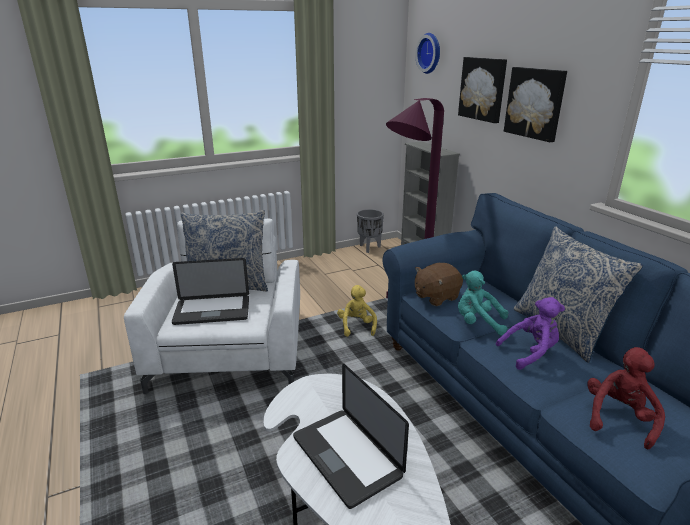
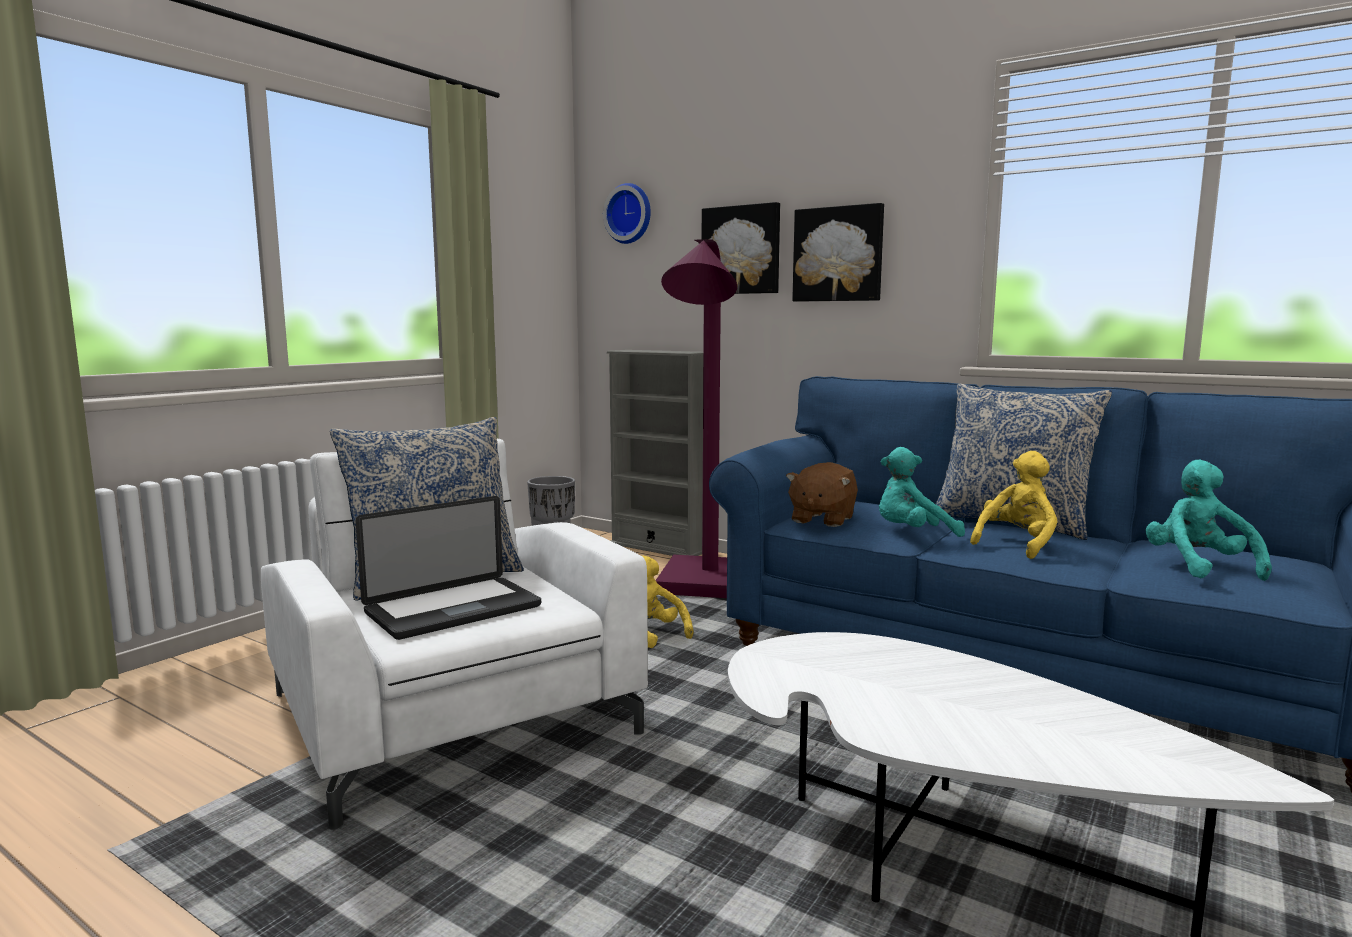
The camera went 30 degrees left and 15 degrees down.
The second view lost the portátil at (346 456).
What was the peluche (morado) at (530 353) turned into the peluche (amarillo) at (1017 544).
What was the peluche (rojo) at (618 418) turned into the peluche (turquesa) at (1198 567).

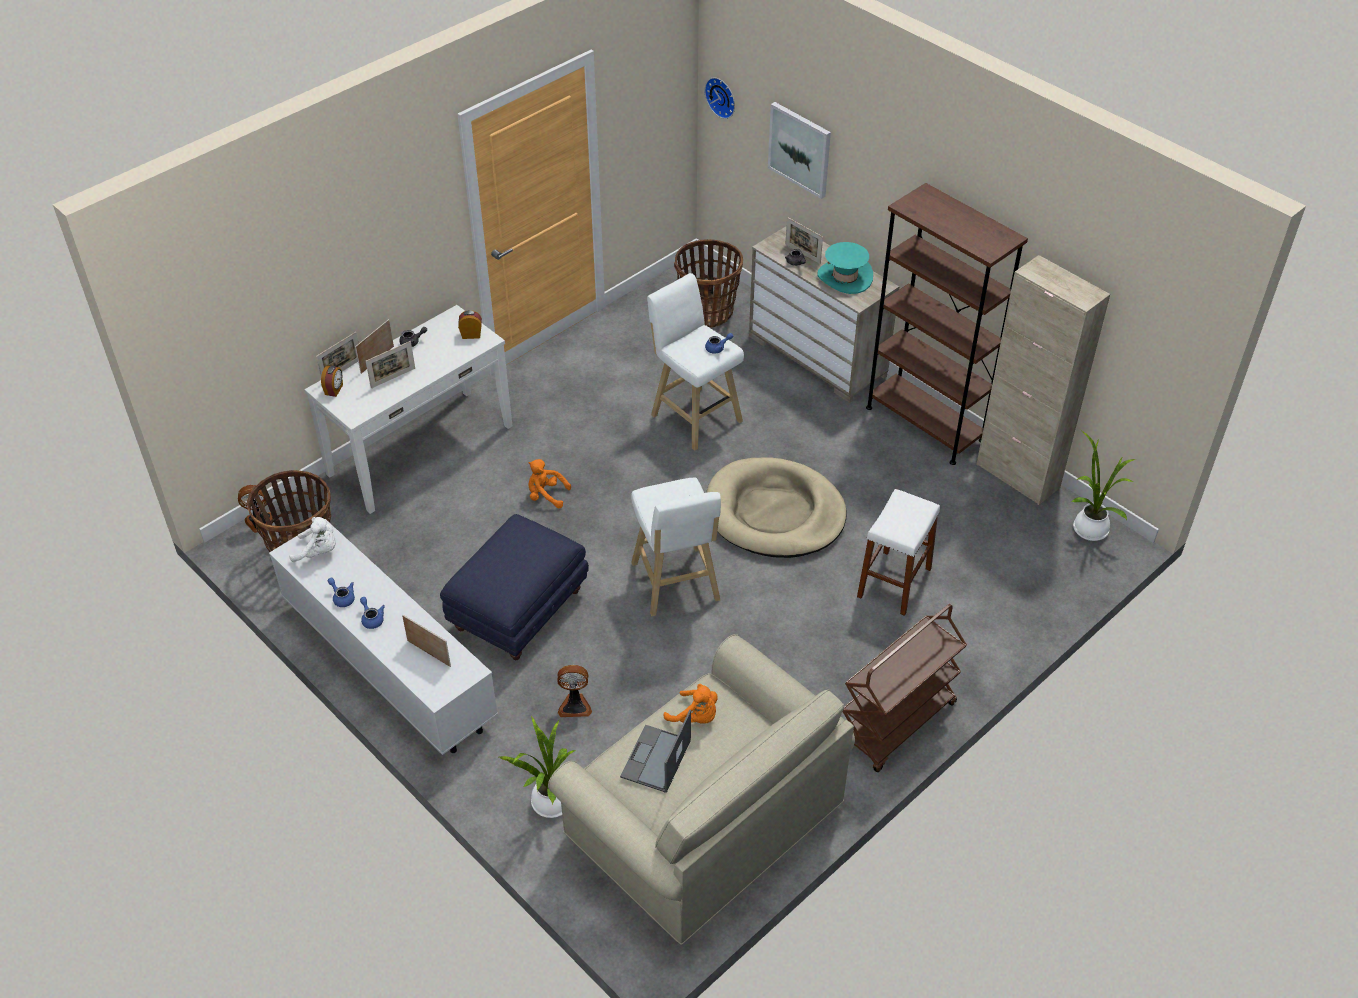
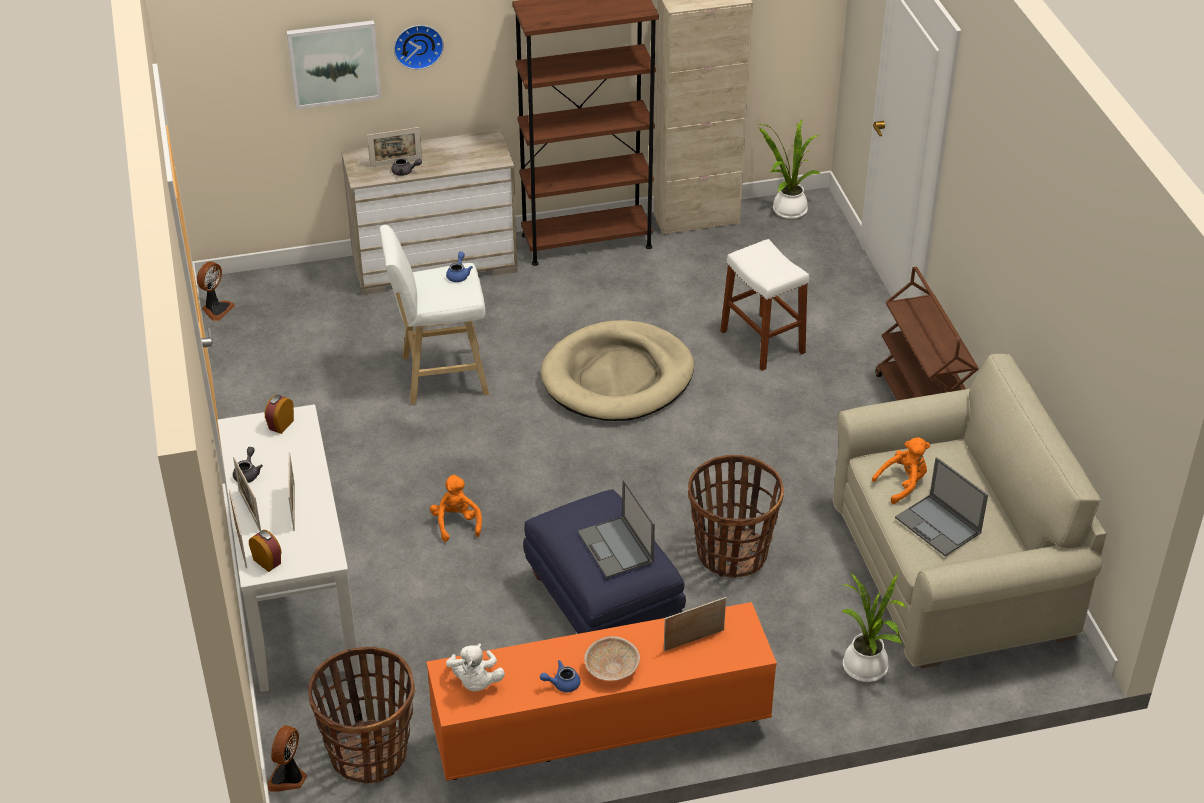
The camera went 60 degrees left and 5 degrees down.
What was the mueble de televisión (blanco) at (389 664) turned into the mueble de televisión (naranja) at (599 731).
The peluche (blanco) at (318 552) ended up facing another way, 135 degrees clockwise from before.
Where the tetera (azul) stood at (372 618), the cuenco (beis) came to stand at (611 669).
The peluche (naranja) at (546 495) ended up facing another way, 120 degrees clockwise from before.
The ventilador ended up elsewhere, having gone from (575 705) to (216 309).
The second view lost the taburete (blanco) at (676 585).
The cesta ended up elsewhere, having gone from (707 312) to (731 553).
The reloj de pared ended up elsewhere, having gone from (722 96) to (418 45).
The second view lost the sombrero (turquesa) at (845 277).
The second view gained the portátil at (616 548).

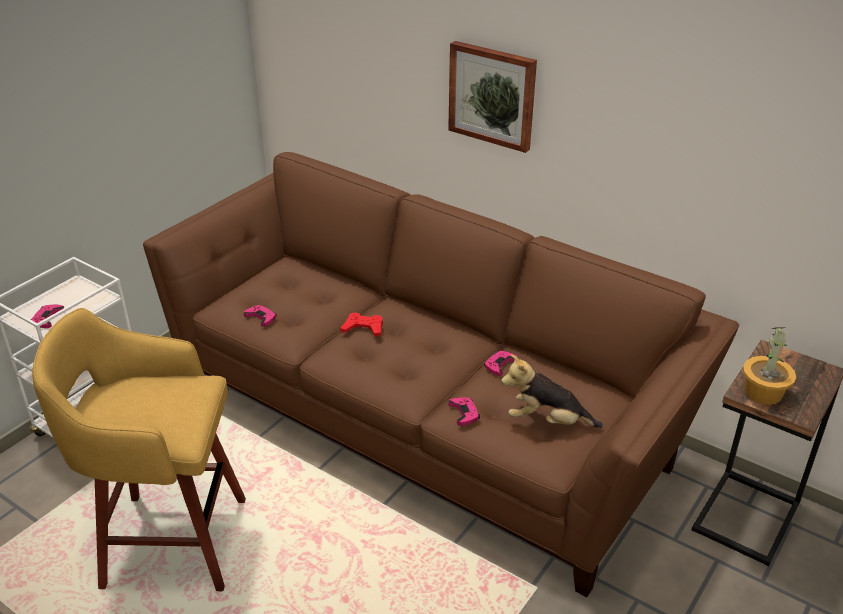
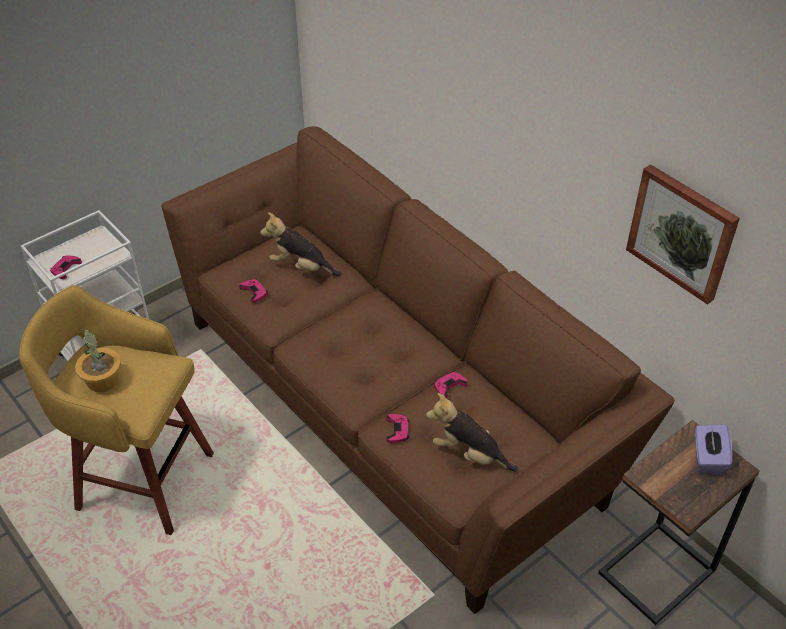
The camera went 15 degrees right and 10 degrees up.
The second view lost the mando de consola (rojo) at (363 328).
The cuadro ended up elsewhere, having gone from (492 95) to (682 232).
The planta en maceta ended up elsewhere, having gone from (763 393) to (102 380).
The second view gained the peluche at (301 267).
The second view gained the caja de pañuelos (morado) at (708 458).

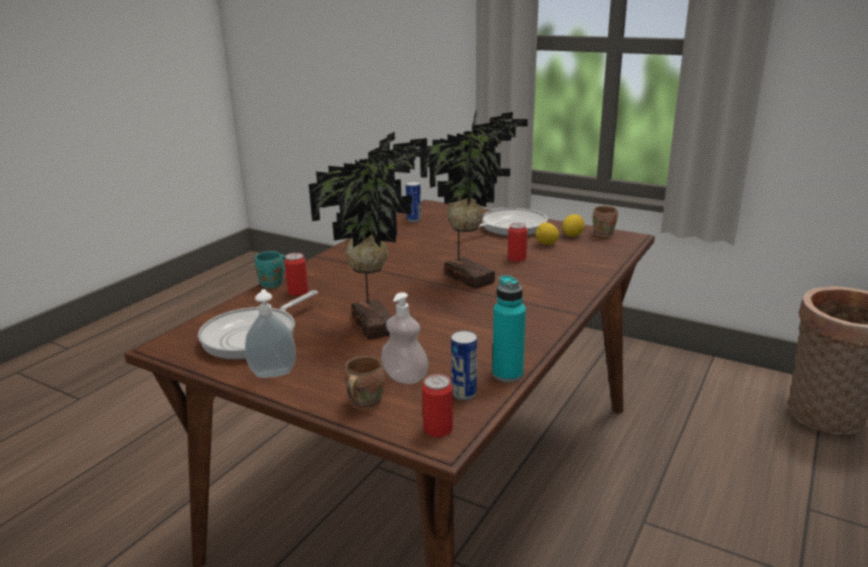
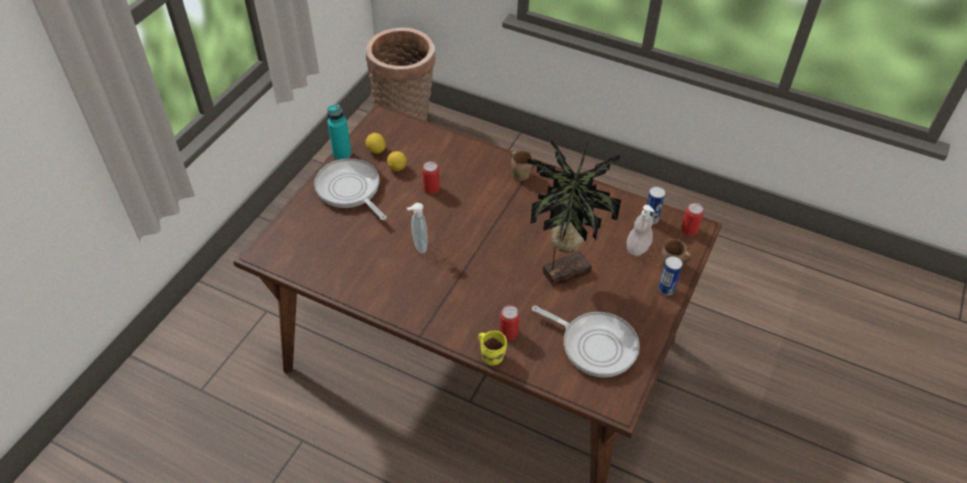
The camera went 95 degrees left and 25 degrees up.
The dispensador de jabón ended up elsewhere, having gone from (273 373) to (418 246).
What was the taza grande (turquesa) at (273 284) turned into the taza grande (amarillo) at (492 355).
The lata ended up elsewhere, having gone from (414 220) to (666 289).
The second view lost the planta en maceta at (471 277).
The botella (turquesa) ended up elsewhere, having gone from (507 374) to (342 154).
The taza grande (marrón) ended up elsewhere, having gone from (605 234) to (520 174).

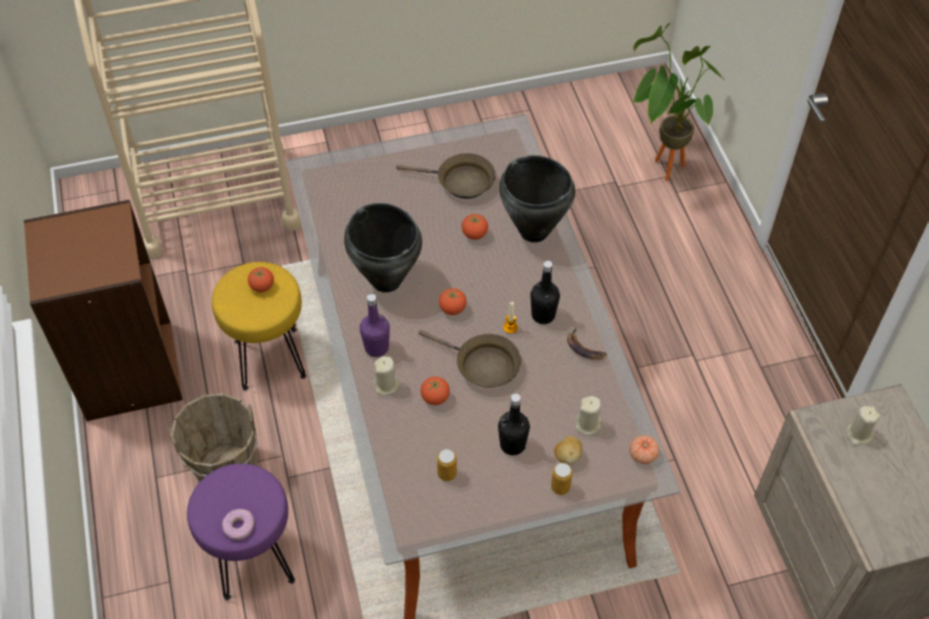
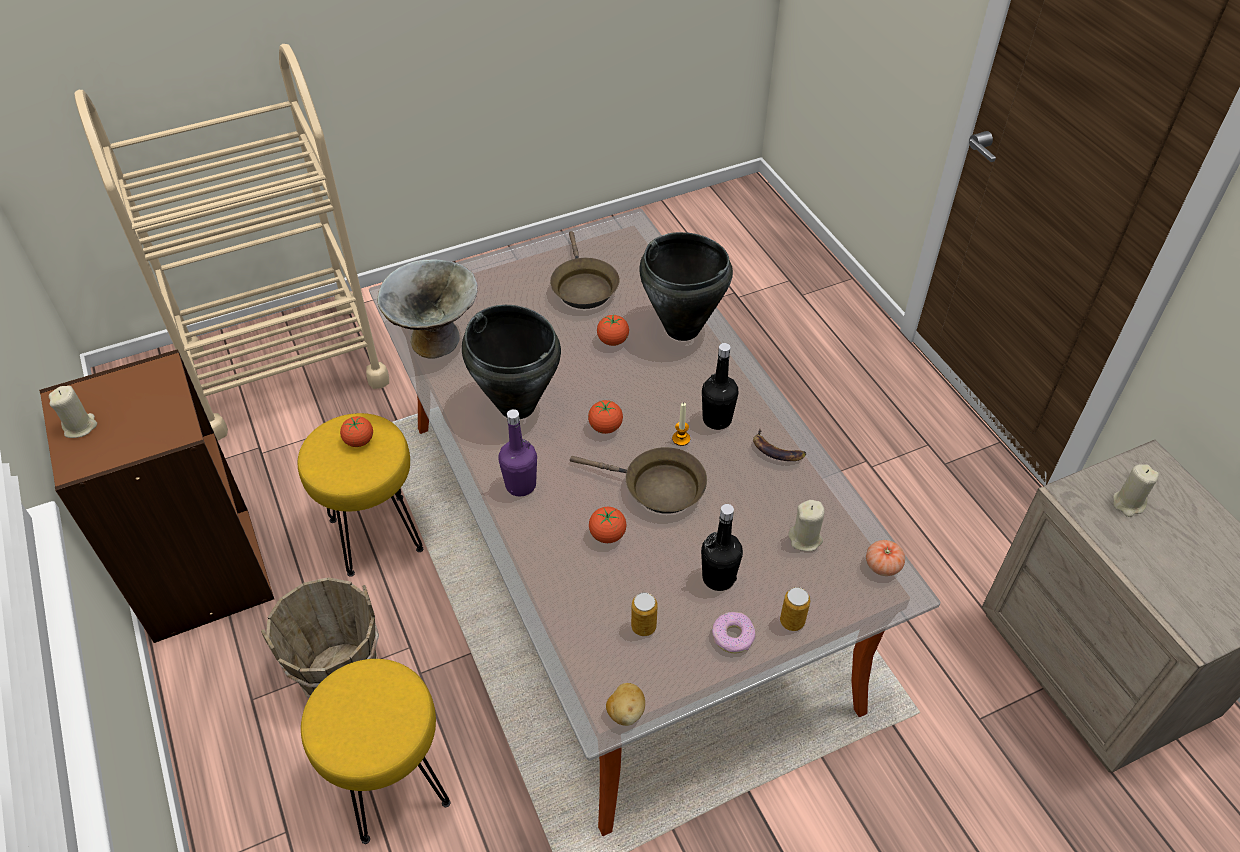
The camera went 10 degrees left and 5 degrees down.
What was the taburete (morado) at (252 559) turned into the taburete (amarillo) at (391 784).
The rosquilla ended up elsewhere, having gone from (238 526) to (732 636).
The vela (beis) ended up elsewhere, having gone from (386 385) to (80 426).
The sartén (marrón) at (460 182) ended up facing another way, 75 degrees clockwise from before.
The patata ended up elsewhere, having gone from (567 456) to (625 712).
The second view lost the planta en maceta at (660 169).
The second view gained the cuenco (gris) at (436 340).

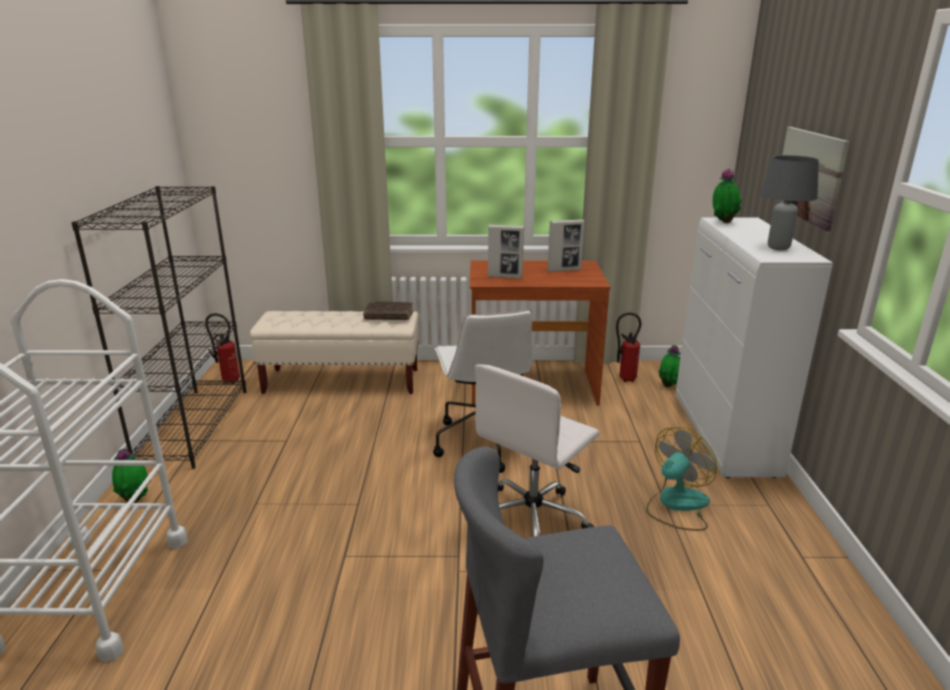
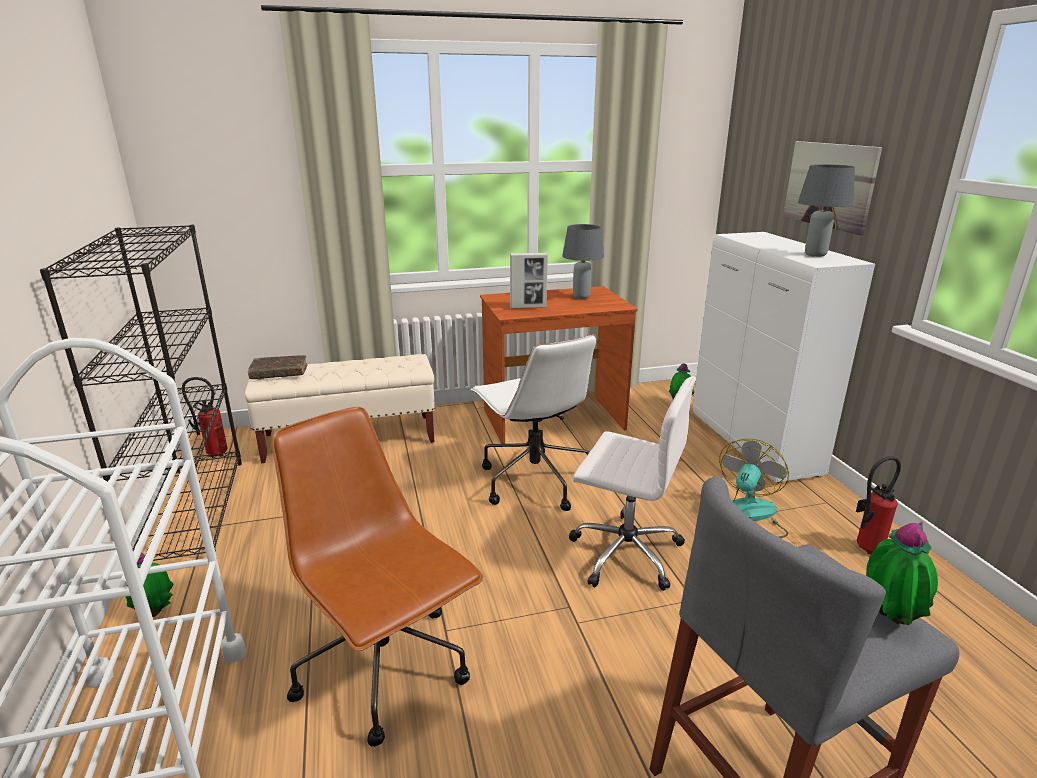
The camera went 15 degrees left and 0 degrees up.
The libro (marrón) ended up elsewhere, having gone from (389 316) to (279 373).
The silla de oficina (blanco) at (533 518) ended up facing another way, 90 degrees counterclockwise from before.
Where the portarretratos stood at (564 270), the lámpara de mesa (gris) came to stand at (581 297).
The extintor ended up elsewhere, having gone from (624 379) to (864 548).
The planta en maceta ended up elsewhere, having gone from (722 222) to (887 620).
The second view gained the silla de oficina (marrón) at (385 669).

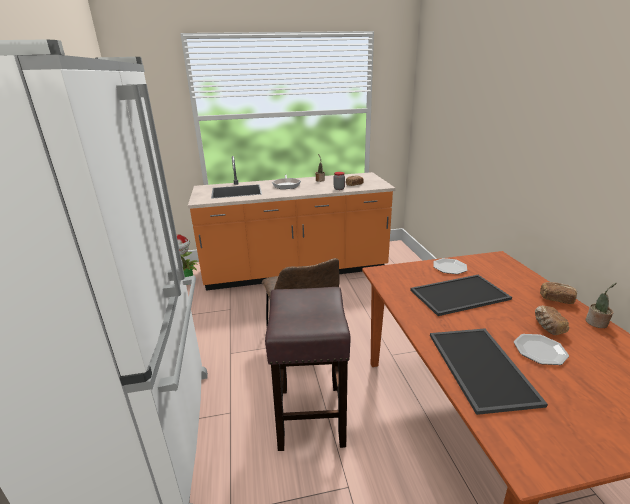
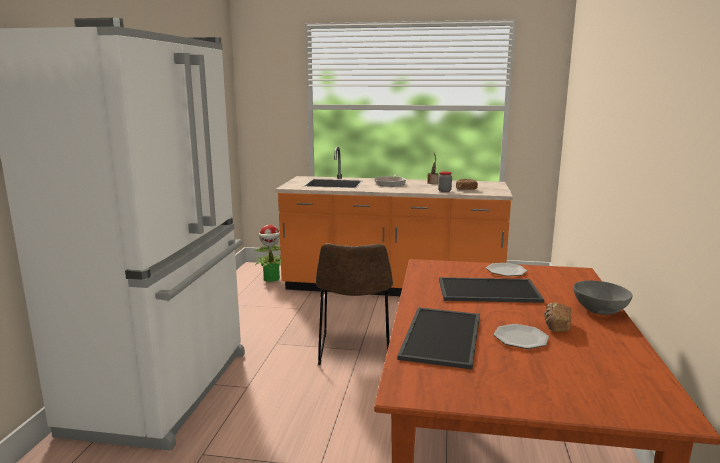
The camera went 20 degrees right and 10 degrees down.
The second view lost the taburete (marrón) at (310 414).
Where the pan stood at (556 299), the cuenco (gris) came to stand at (600 310).
The second view lost the planta en maceta at (596 323).

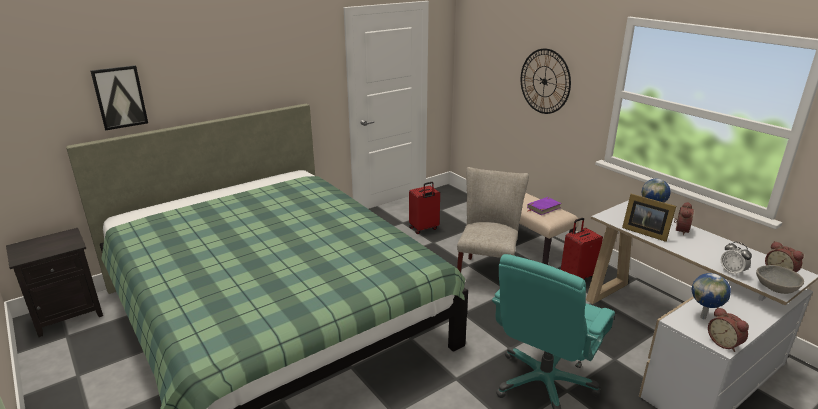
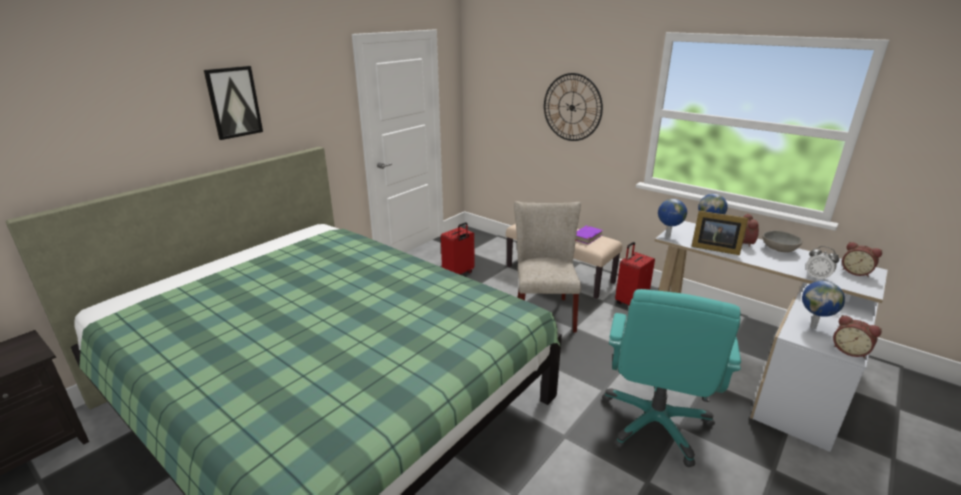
The camera went 15 degrees left and 0 degrees up.
The cuadro ended up elsewhere, having gone from (120 97) to (234 102).
The cuenco (gris) ended up elsewhere, having gone from (775 288) to (778 249).
The second view gained the globo terráqueo at (667 236).

